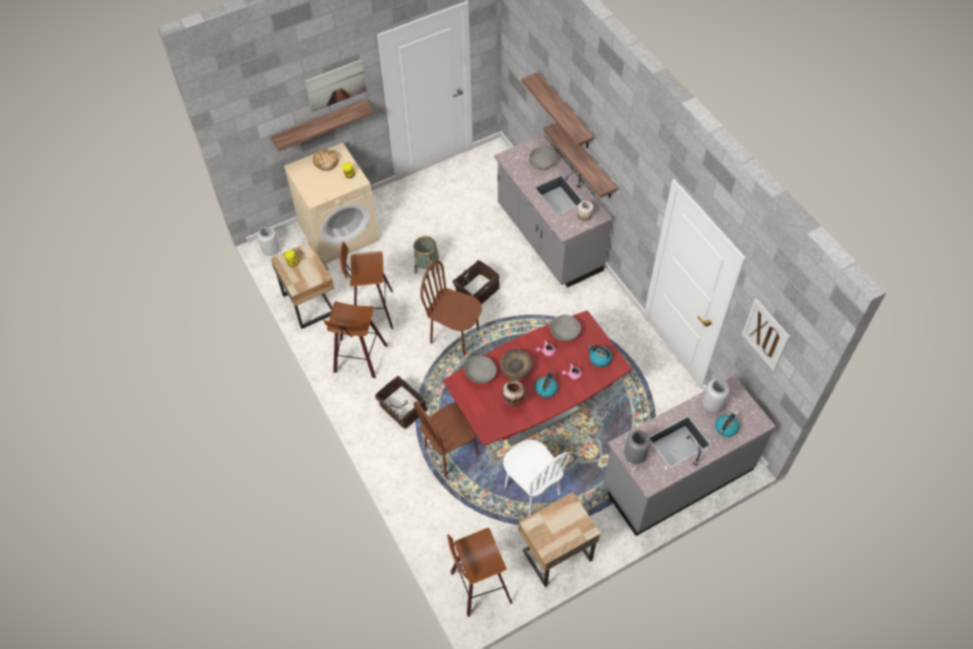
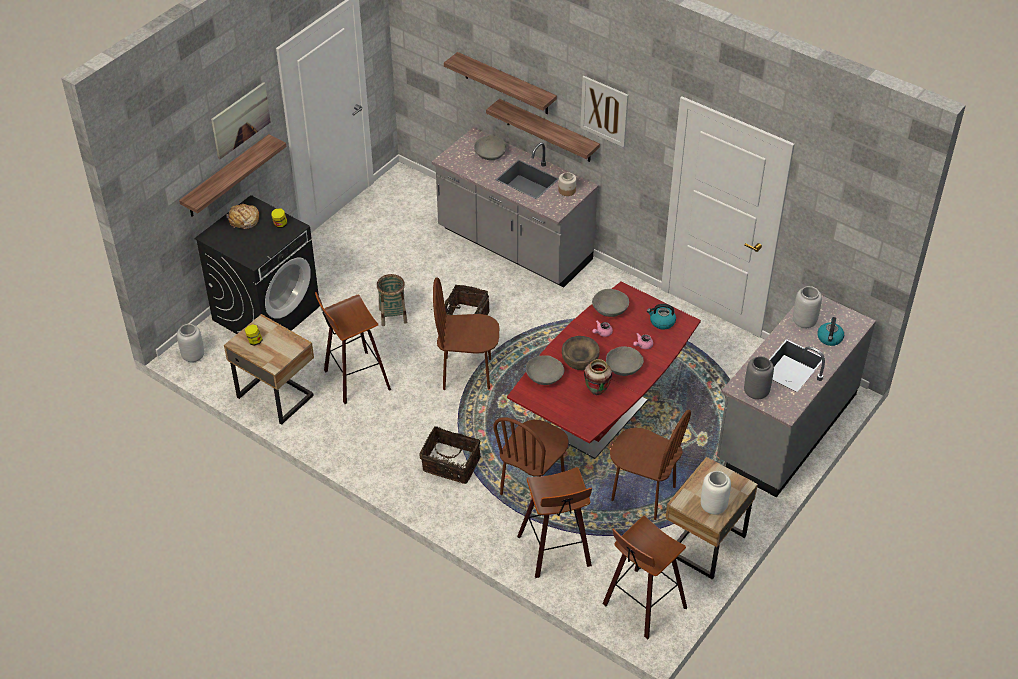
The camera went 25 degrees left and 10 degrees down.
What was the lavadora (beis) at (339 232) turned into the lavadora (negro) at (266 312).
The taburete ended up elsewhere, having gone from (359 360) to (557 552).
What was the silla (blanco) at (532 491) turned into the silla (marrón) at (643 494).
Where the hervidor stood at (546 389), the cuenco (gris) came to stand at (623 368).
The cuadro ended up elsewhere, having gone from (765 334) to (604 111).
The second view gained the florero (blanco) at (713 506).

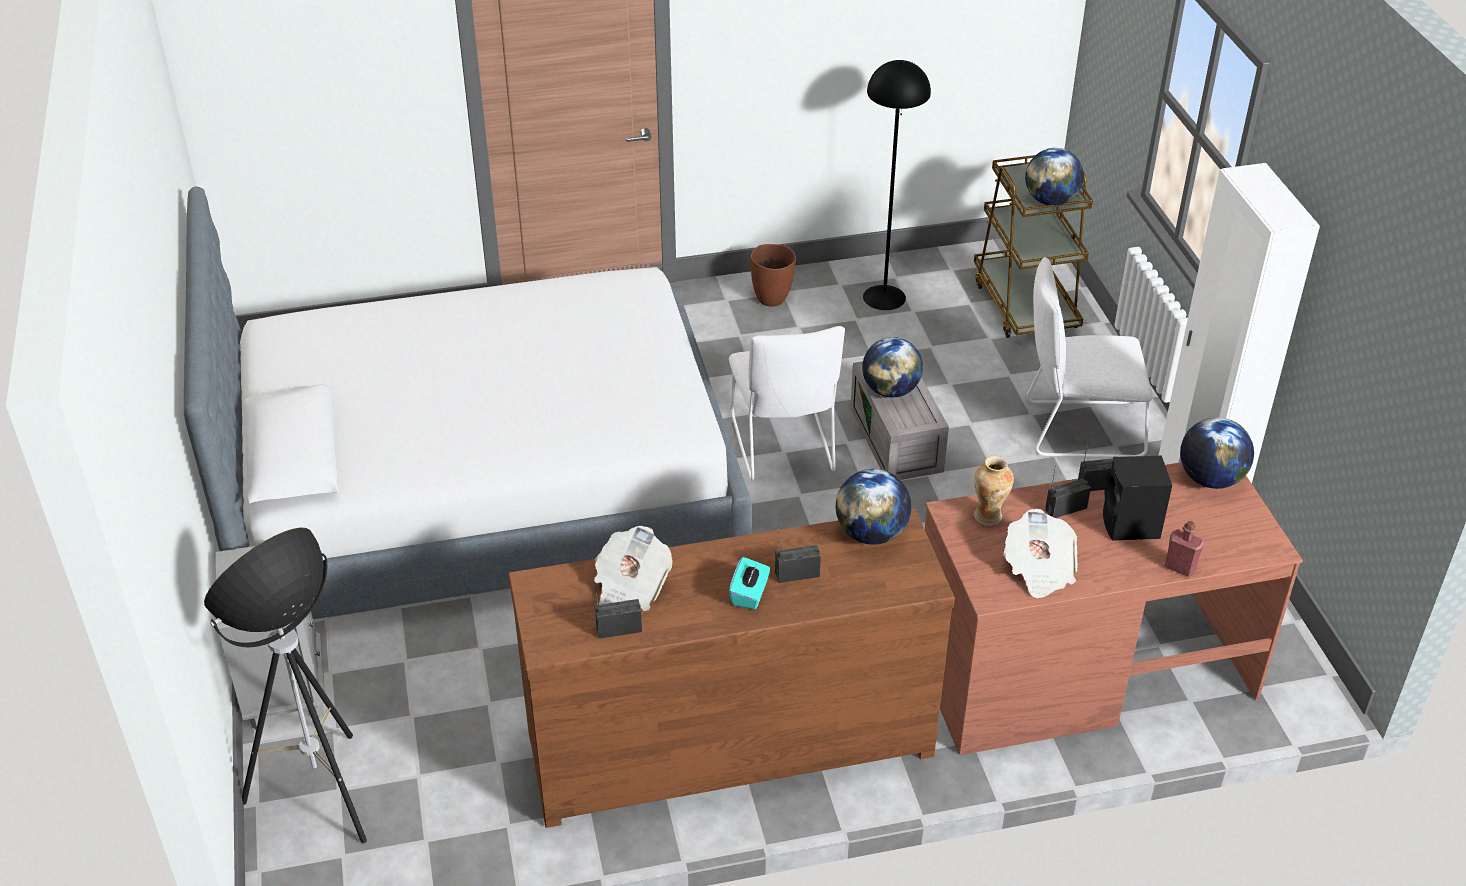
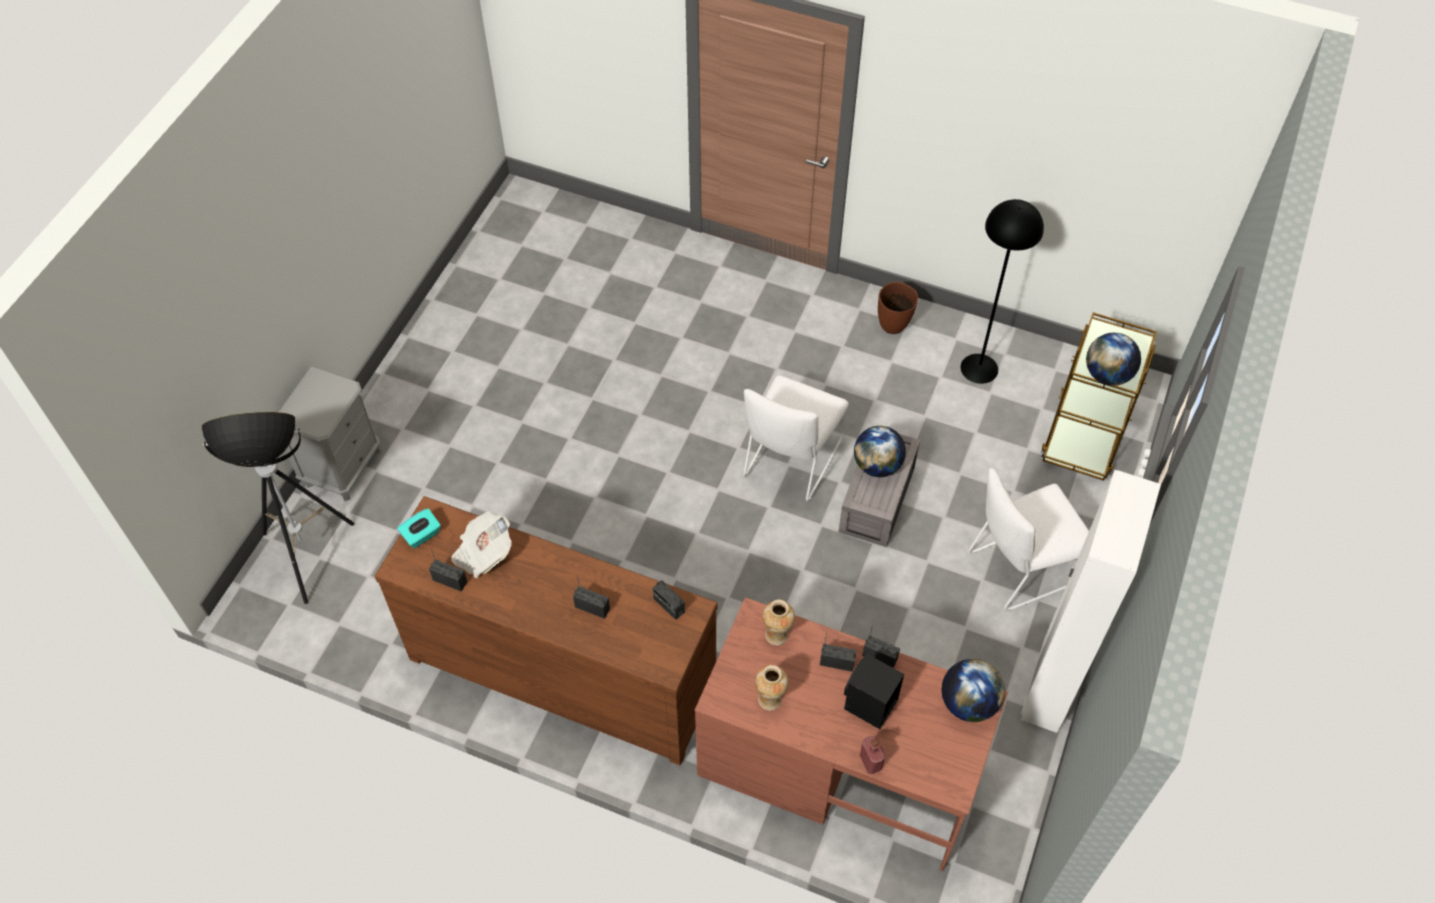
The camera went 35 degrees right and 15 degrees up.
The second view lost the cama at (483 490).
The caja de pañuelos (turquesa) ended up elsewhere, having gone from (749 594) to (422 535).
Where the globo terráqueo stood at (871 533), the radio came to stand at (668 605).
Where the periódico stood at (1039 569), the florero came to stand at (770 700).
The silla (blanco) at (1077 429) ended up facing another way, 60 degrees counterclockwise from before.

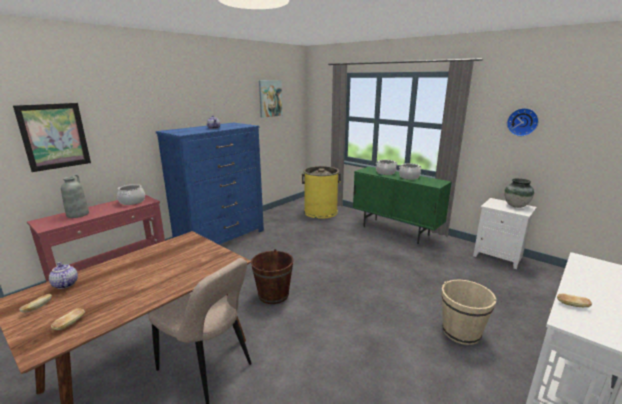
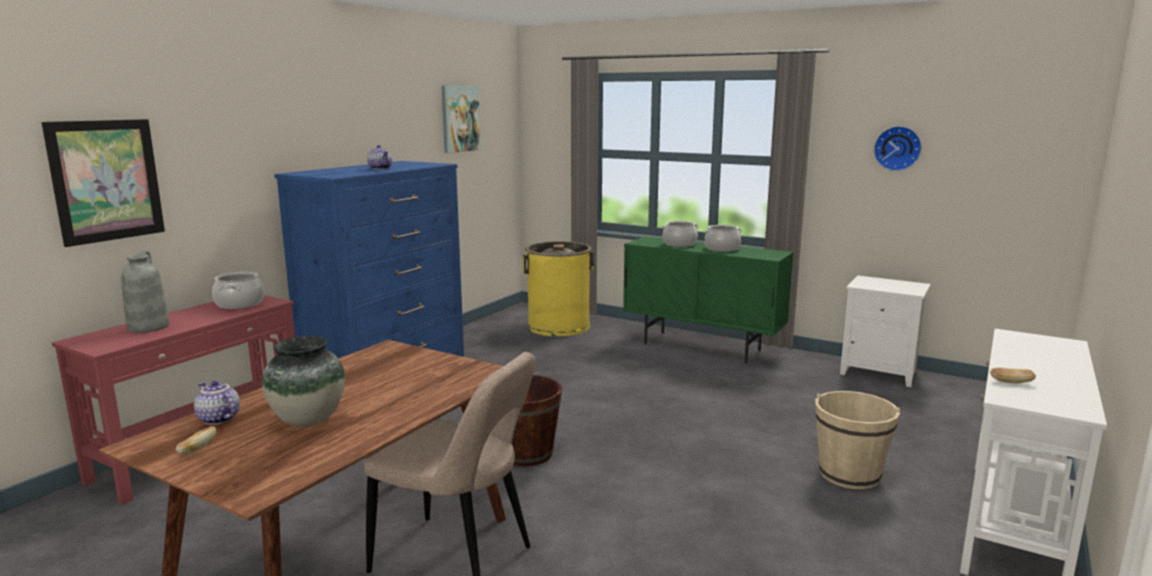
The camera went 10 degrees left and 5 degrees down.
The second view lost the pan at (70 324).
The florero ended up elsewhere, having gone from (516 206) to (308 420).

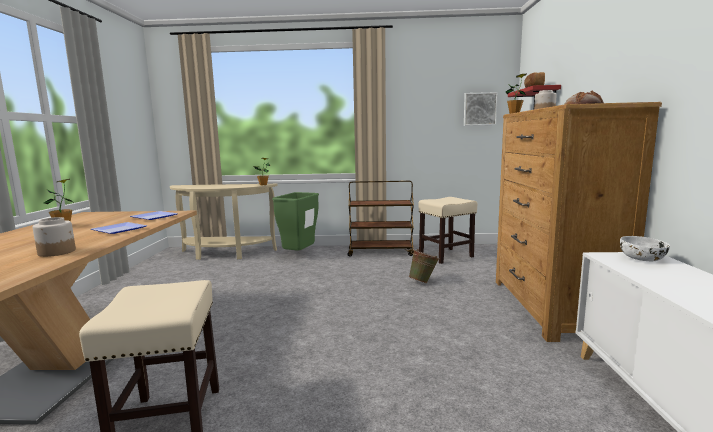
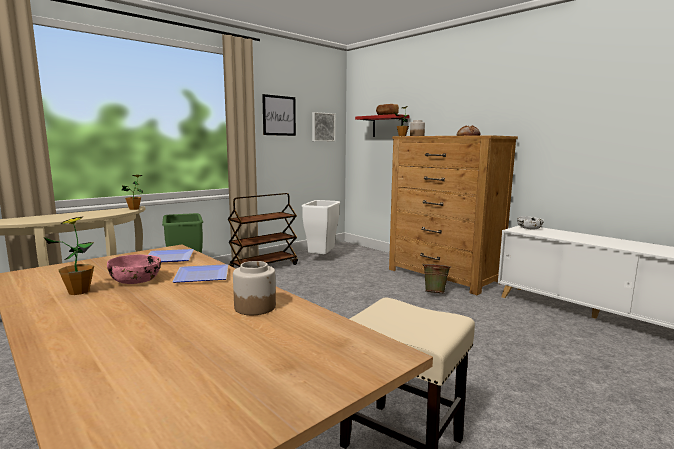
The camera went 45 degrees left and 0 degrees up.
The cubo (verde) ended up elsewhere, having gone from (424 282) to (435 293).
Where the taburete (beis) stood at (446 255), the papelera (blanco) came to stand at (321 259).
The second view gained the cuenco (rosa) at (136 281).
The second view gained the cuadro at (279 115).

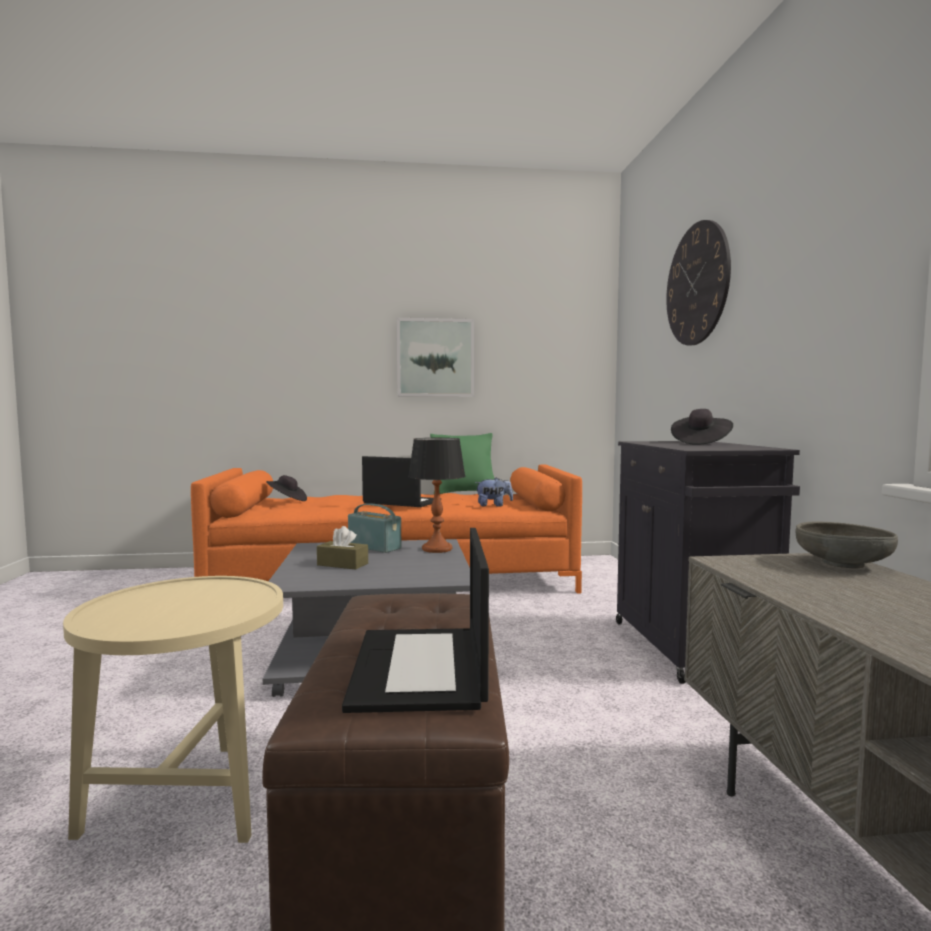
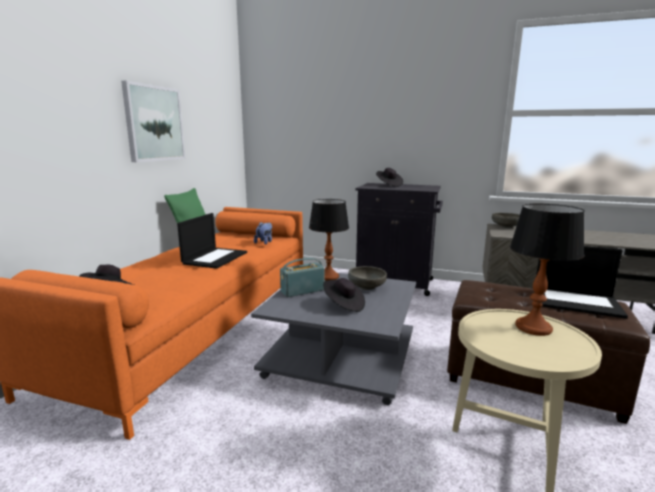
The camera went 65 degrees left and 10 degrees up.
Where the caja de pañuelos (marrón) stood at (342 564), the sombrero (negro) came to stand at (343 305).
The portátil at (401 502) ended up facing another way, 150 degrees clockwise from before.
The second view lost the reloj de pared at (697 284).
The second view gained the cuenco (gris) at (366 287).
The second view gained the lámpara de mesa at (532 328).

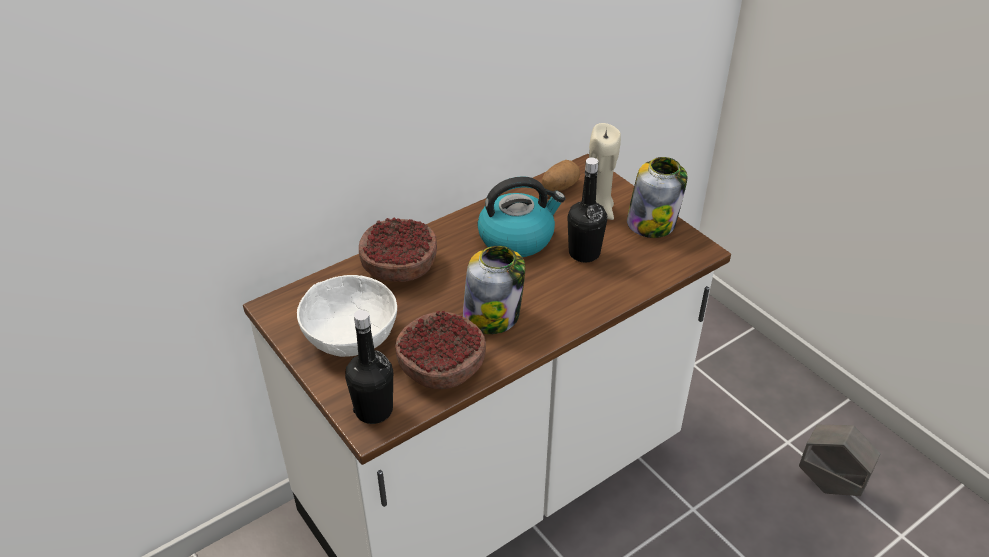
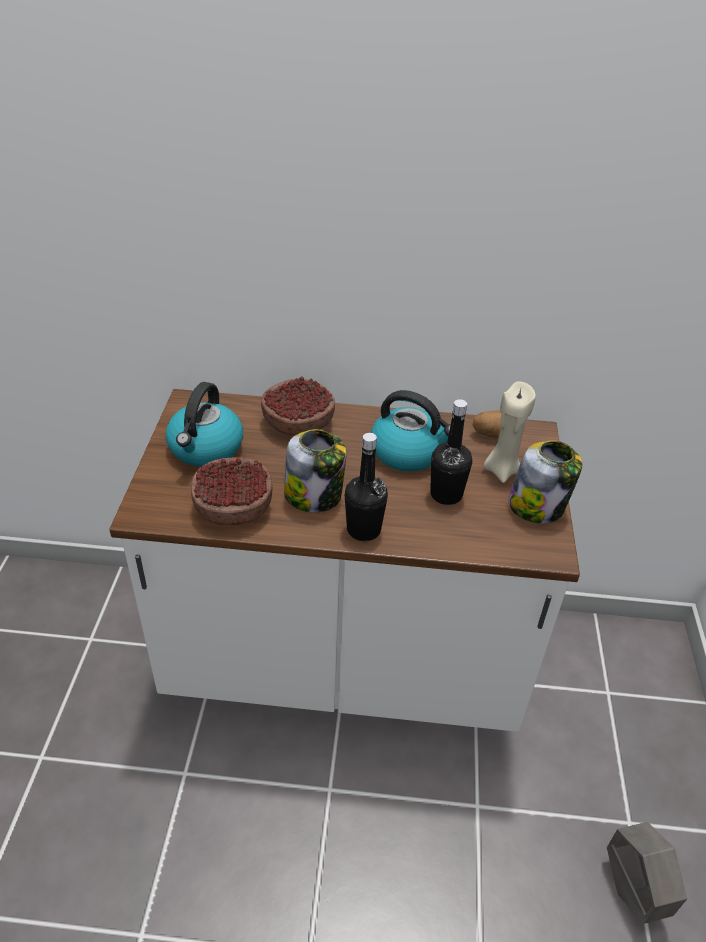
The camera went 40 degrees right and 0 degrees up.
Where the cuenco (blanco) stood at (350 336), the hervidor came to stand at (206 448).
The botella (negro) ended up elsewhere, having gone from (374 410) to (363 530).

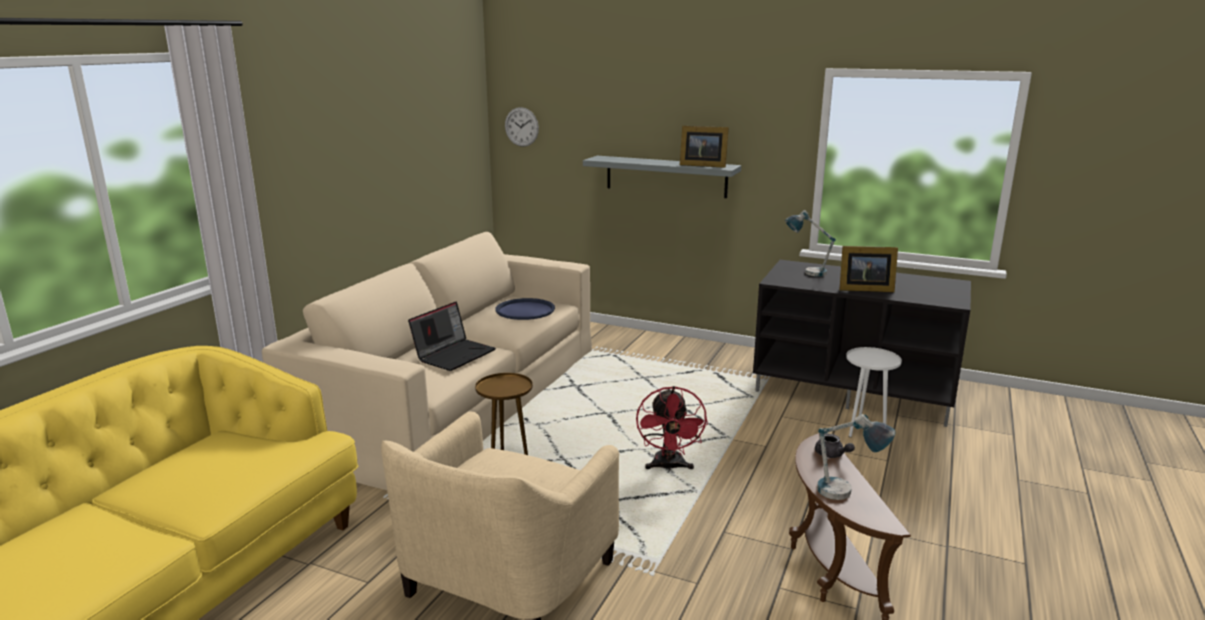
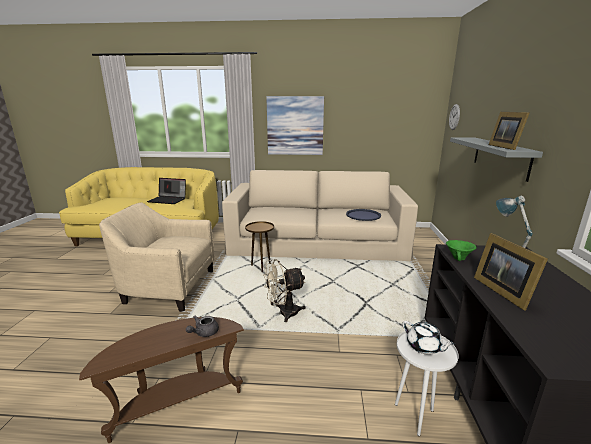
The camera went 70 degrees right and 0 degrees up.
The portátil ended up elsewhere, having gone from (454 354) to (168 200).
What was the ventilador (rojo) at (669 467) turned into the ventilador (beis) at (283 313).
The second view lost the lámpara de mesa at (846 497).
The second view gained the cuadro at (295 126).
The second view gained the tetera (blanco) at (424 347).
The second view gained the cuenco (verde) at (458 259).

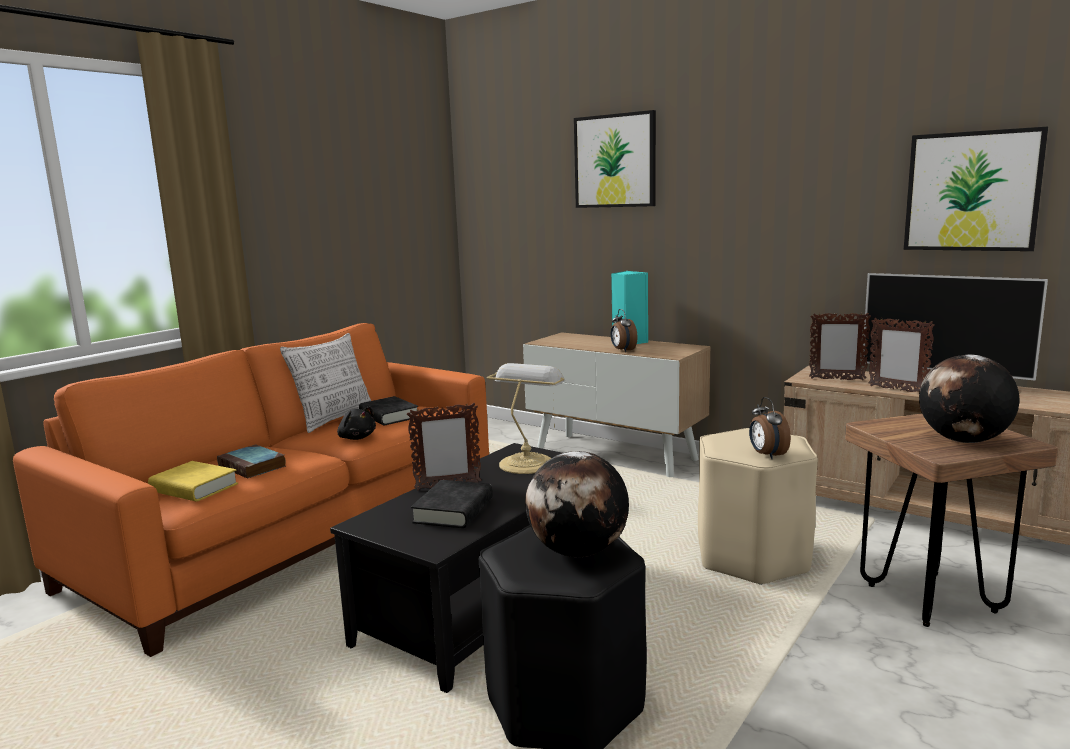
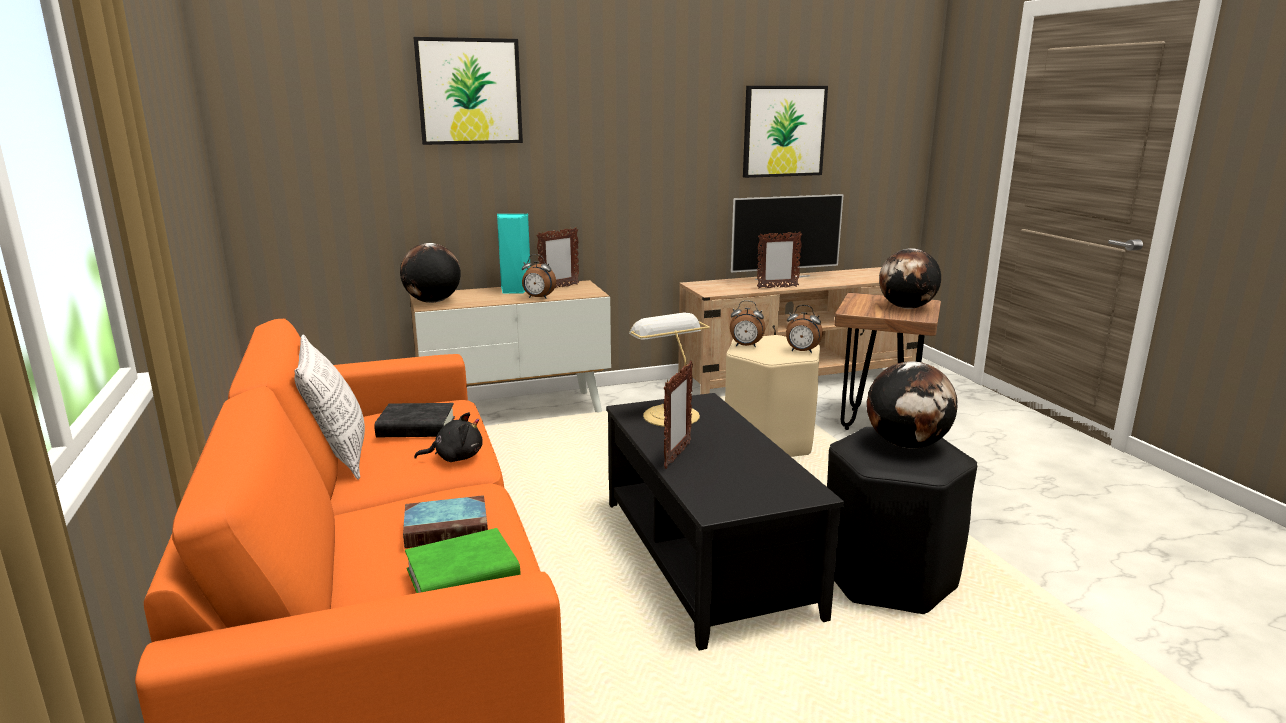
The camera went 55 degrees left and 5 degrees up.
What was the libro (amarillo) at (194 488) turned into the libro (verde) at (463 576).
The second view lost the libro (negro) at (453 511).
The portarretratos ended up elsewhere, having gone from (836 379) to (559 287).
The second view gained the globo terráqueo at (432 302).
The second view gained the despertador at (746 346).

